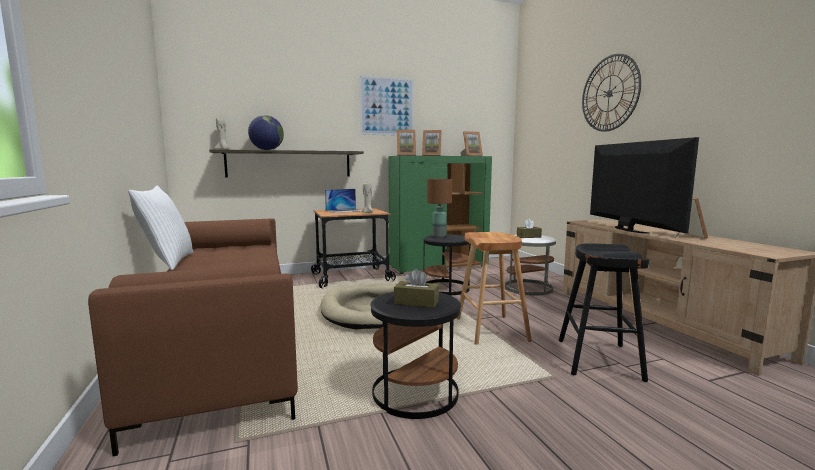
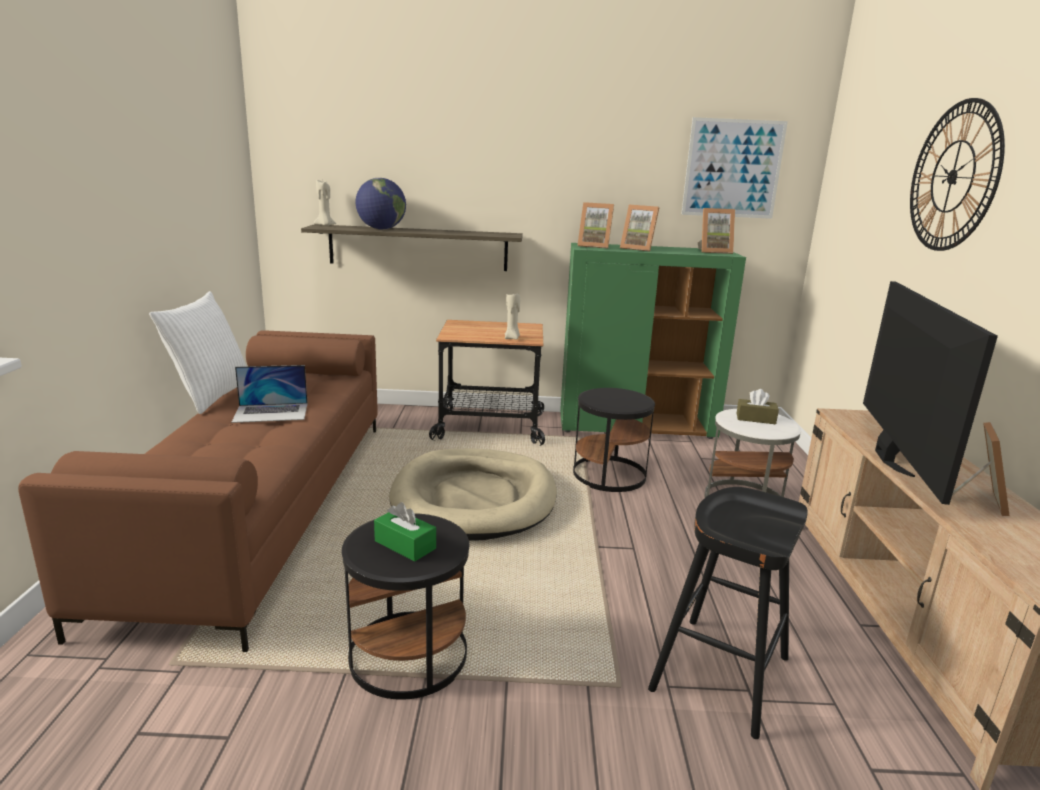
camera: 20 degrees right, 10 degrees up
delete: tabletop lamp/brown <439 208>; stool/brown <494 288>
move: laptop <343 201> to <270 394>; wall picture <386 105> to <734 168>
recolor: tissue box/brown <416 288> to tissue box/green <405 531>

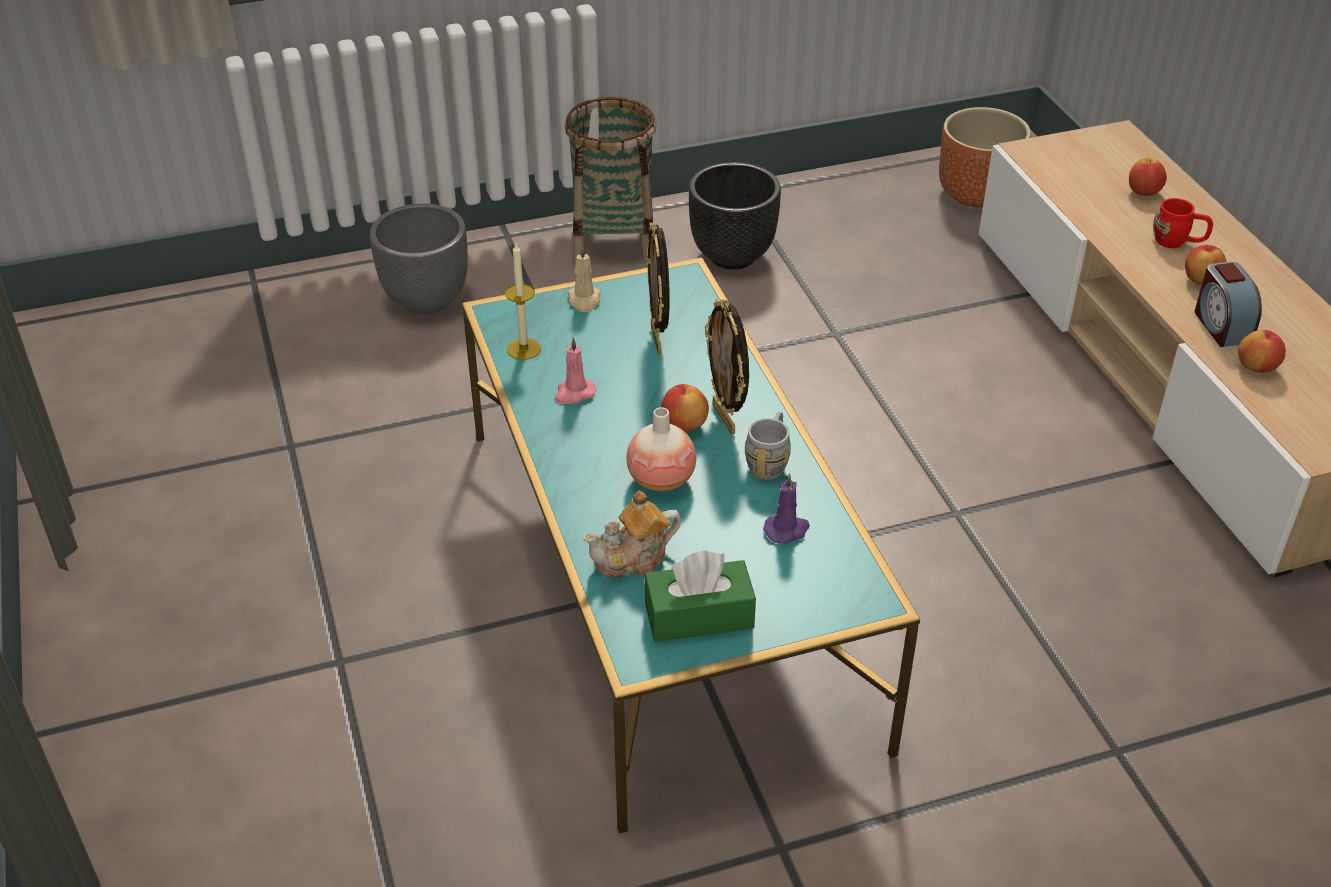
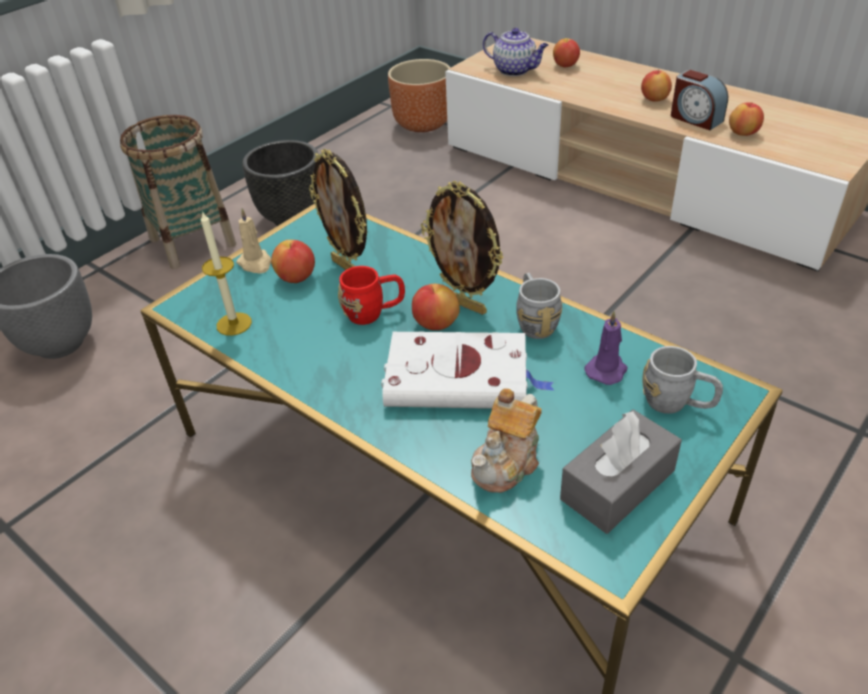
camera: 30 degrees left, 0 degrees up
delete: candle/pinkish <575 370>
insert: apple <293 261>; pot for tea <516 52>; mug/grey <683 380>
move: mug/red-coloured <1183 223> to <371 295>
replace: decorative vase <661 449> to bound book/white <467 370>
recolor: tissue box/green <700 596> to tissue box/grey <621 472>

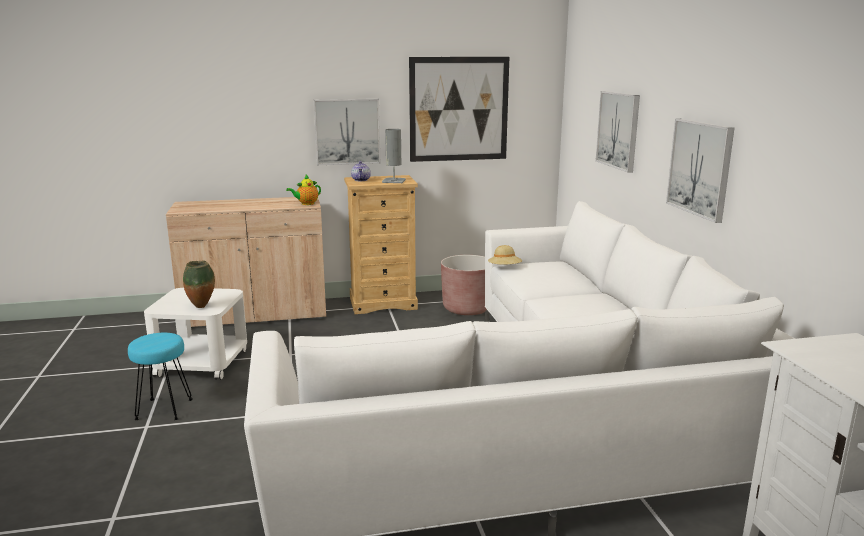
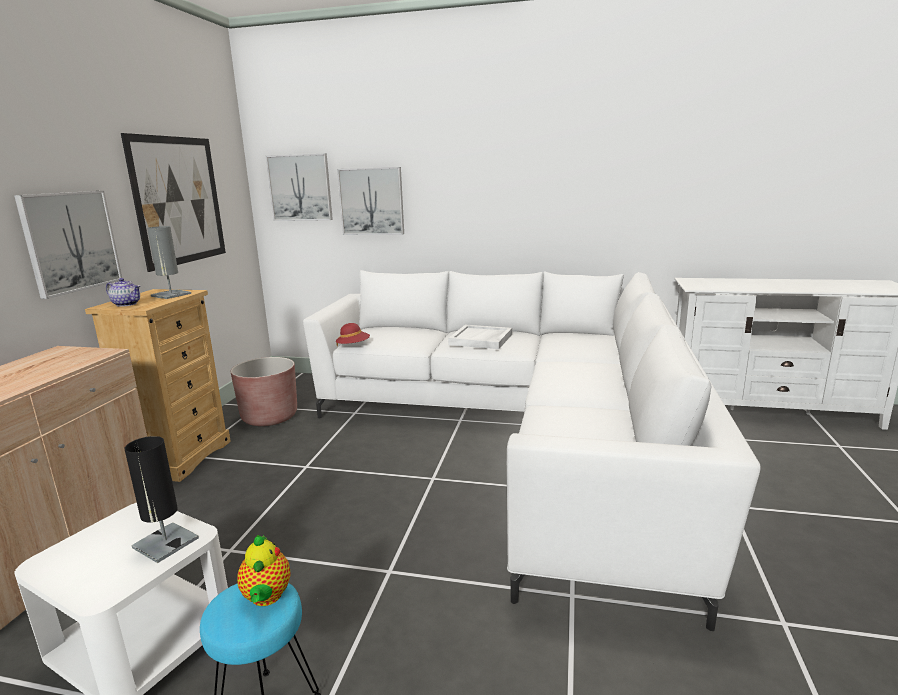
camera: 65 degrees left, 0 degrees up
insert: carrying tray/white <480 337>
move: pot for tea <303 190> to <263 570>; wall picture <700 171> to <299 187>
replace: decorative vase <199 284> to tabletop lamp/black <161 499>
recolor: clothing hat/beige <505 255> to clothing hat/red-coloured <353 334>

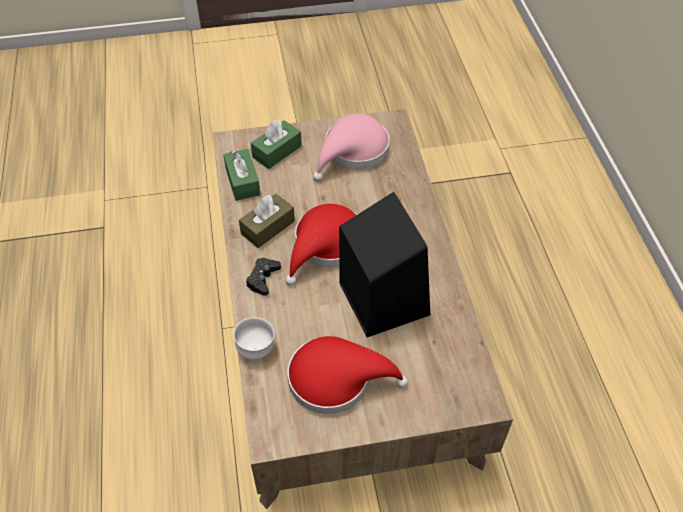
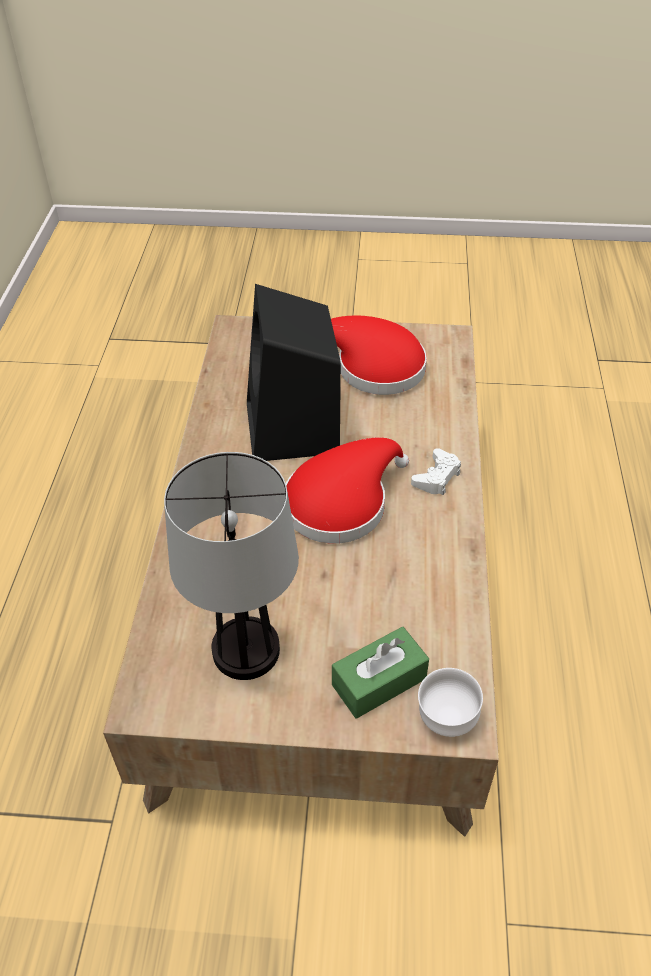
camera: 165 degrees left, 5 degrees down
delete: tissue box/green <241 175>; tissue box/brown <267 221>
move: bowl/white <254 338> to <450 702>
replace: clothing hat/pinkish <351 147> to tabletop lamp <231 566>
recolor: joypad/black <263 277> to joypad/white <436 471>

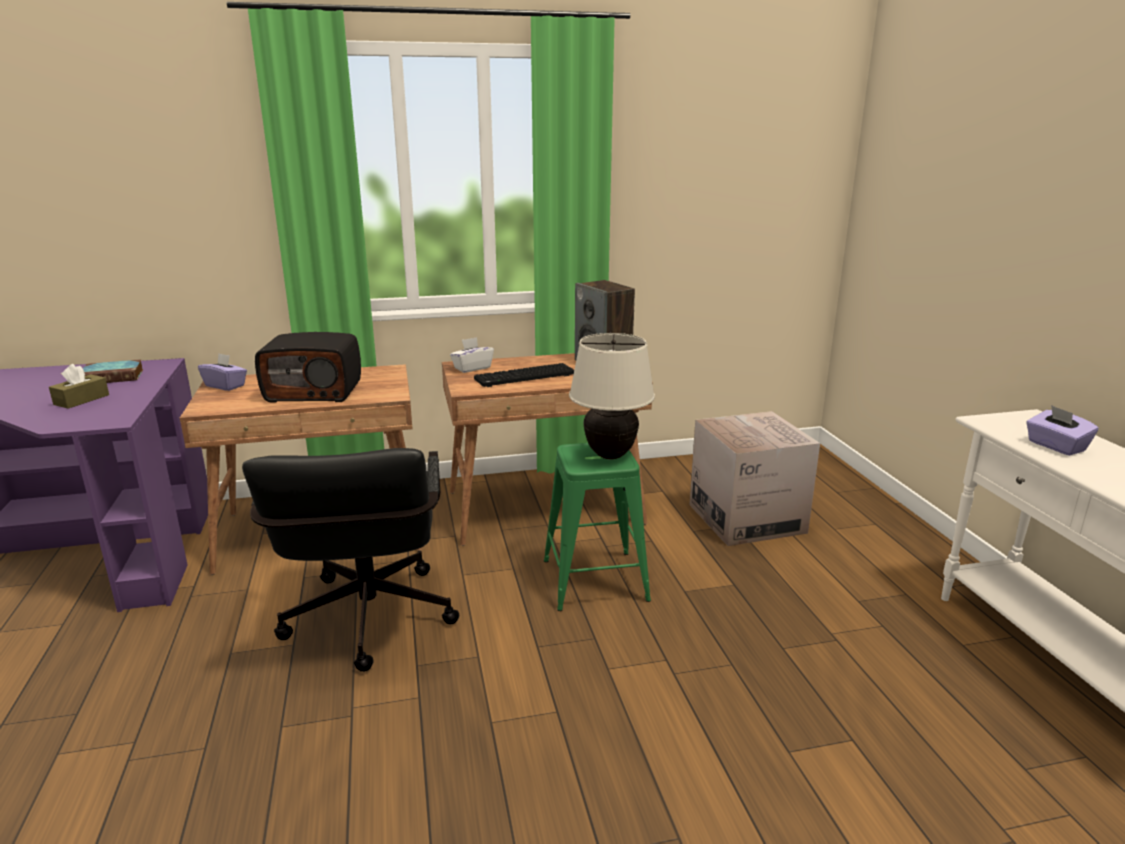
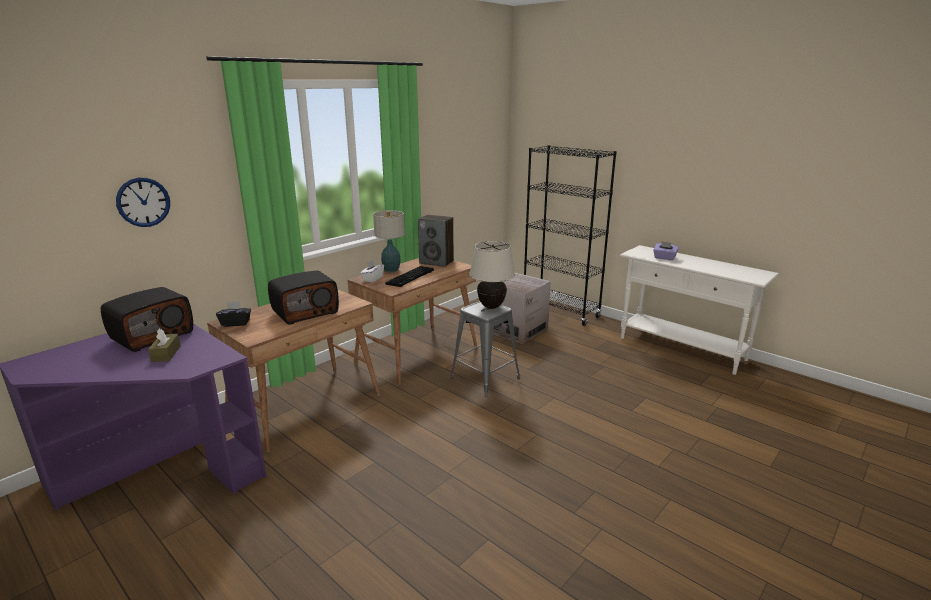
camera: 35 degrees left, 0 degrees up
delete: computer chair/black <350 560>
insert: clock on the wall <143 202>; tabletop lamp <389 241>; bookshelf/black <570 235>
replace: bound book <113 371> to radio receiver <147 319>
recolor: tissue box/purple <222 372> to tissue box/black <233 314>; stool/green <597 527> to stool/grey <485 348>

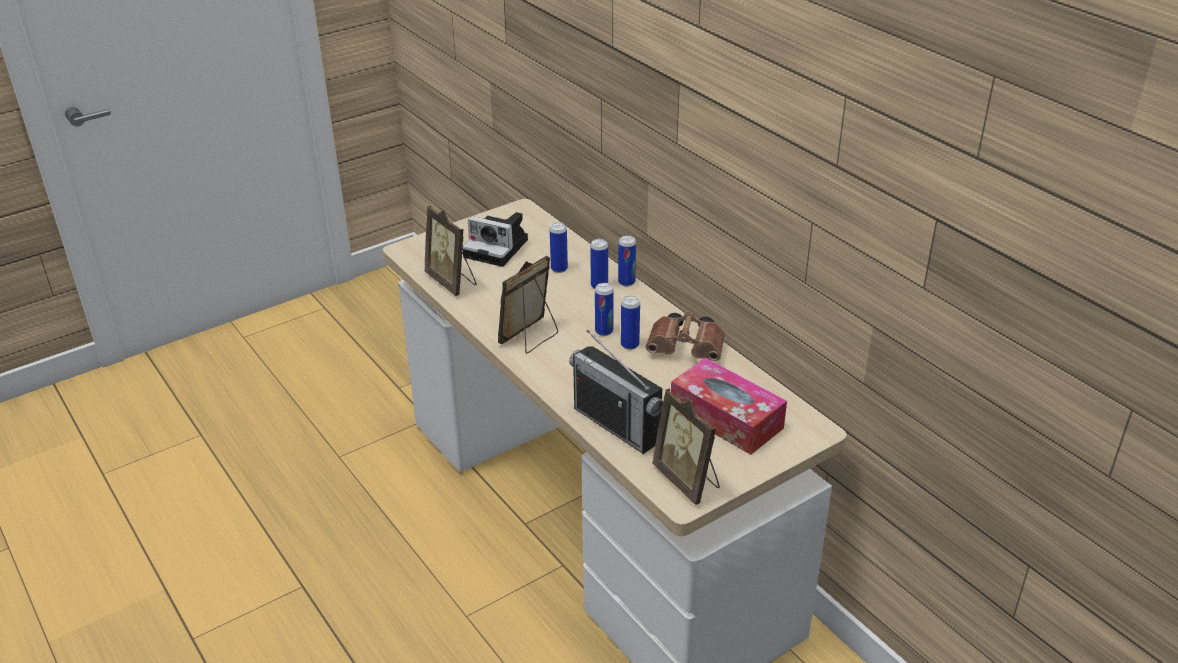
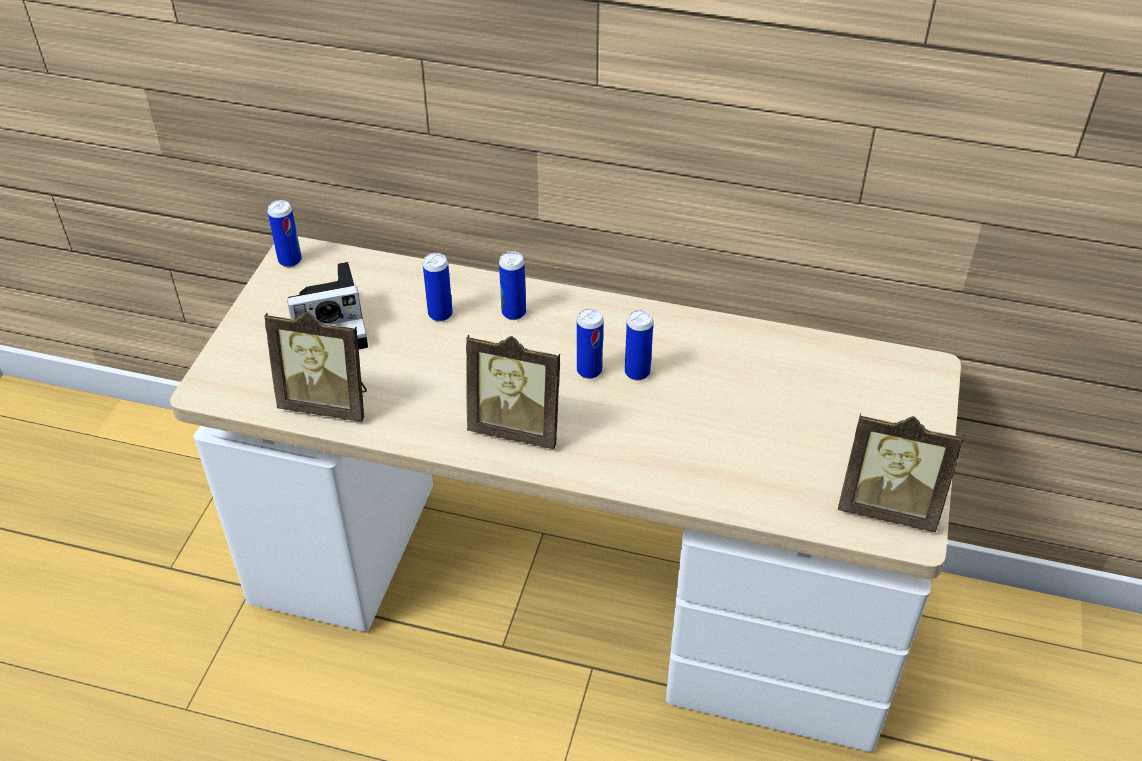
camera: 40 degrees left, 10 degrees up
delete: radio receiver <616 392>; field glasses/brown <685 336>; tissue box <729 406>
move: metal can <627 260> to <284 233>
rotate: picture frame <528 304> = <513 391> 75 degrees counterclockwise

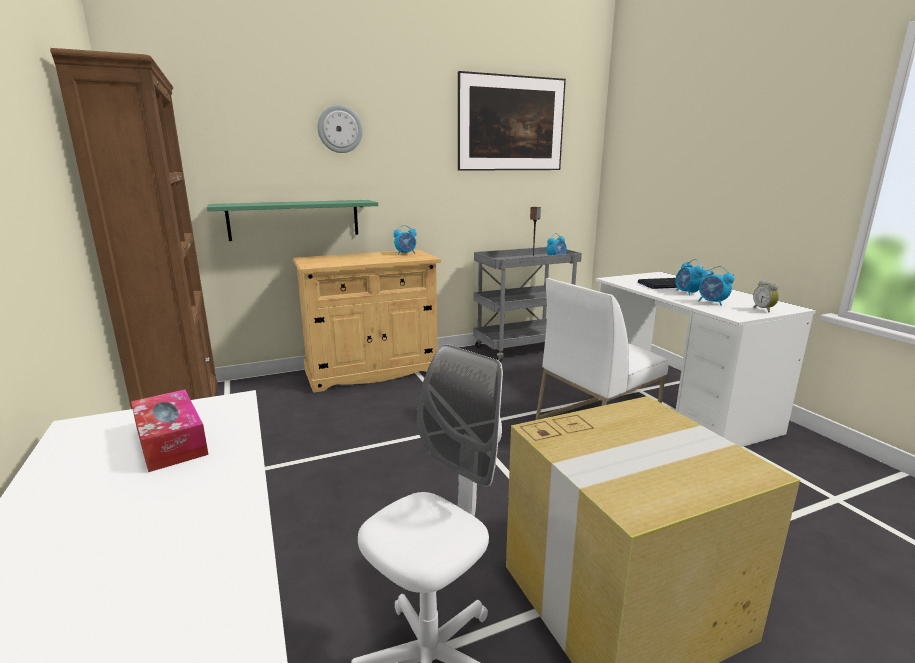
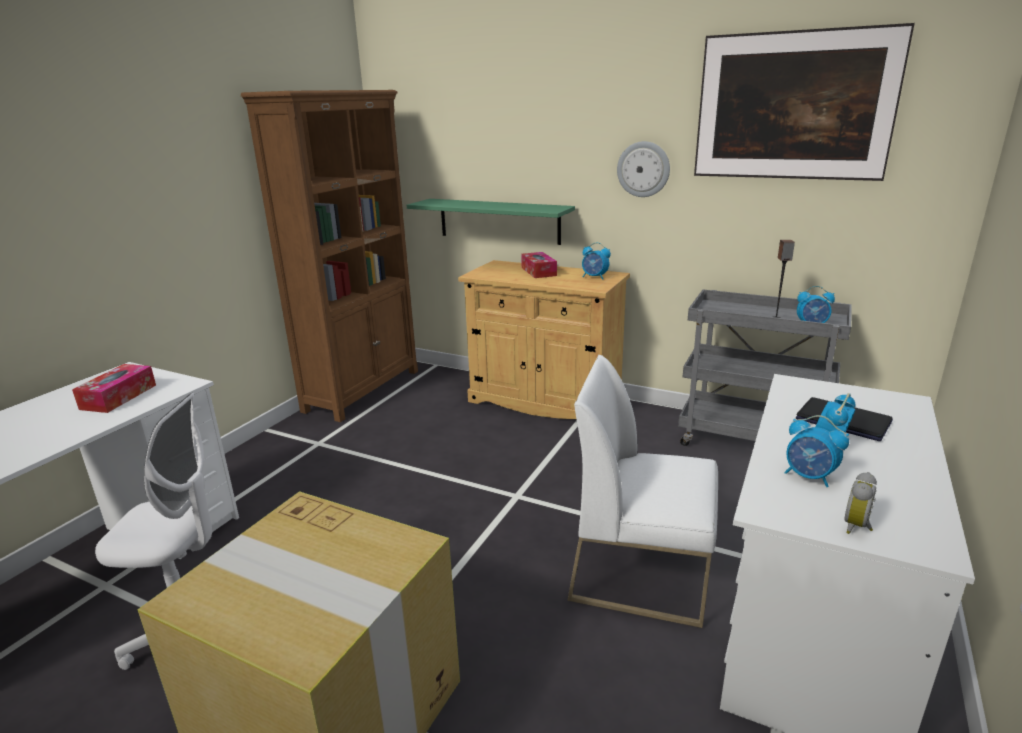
camera: 50 degrees right, 5 degrees up
insert: tissue box <539 265>
move: clock on the wall <340 129> to <643 169>
rotate: bedside clock <716 286> = <816 451> 60 degrees counterclockwise

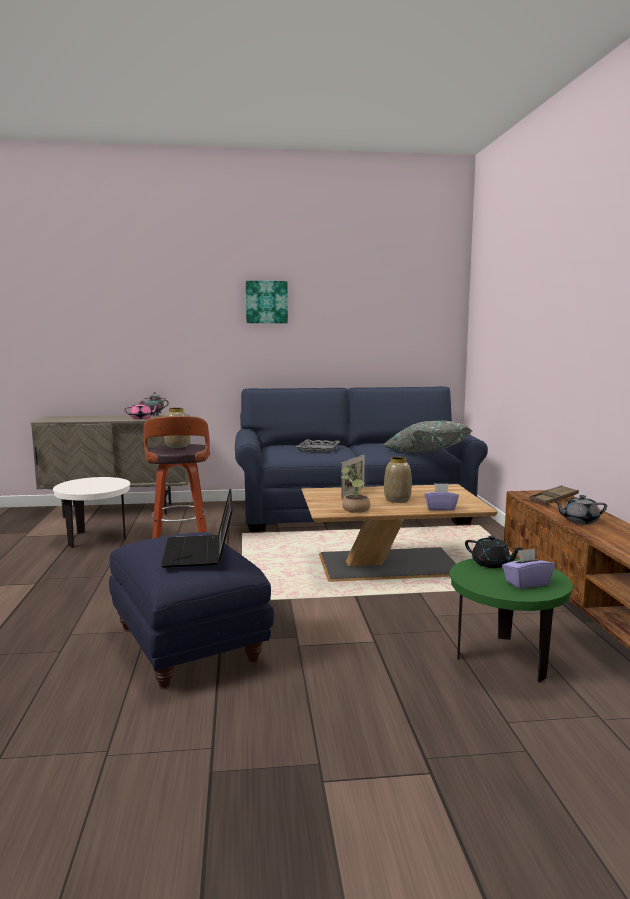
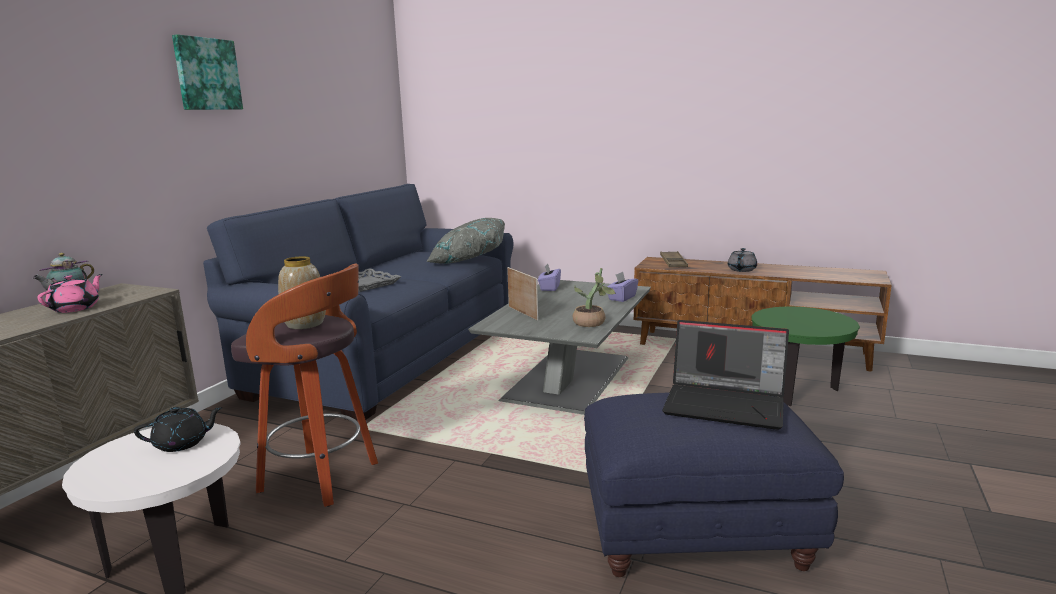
camera: 60 degrees left, 5 degrees up
delete: decorative vase <398 480>
move: pot for tea/black <494 552> to <178 429>; tissue box/purple <528 568> to <549 277>
recolor: coffee table/brown <399 533> to coffee table/grey <559 347>

